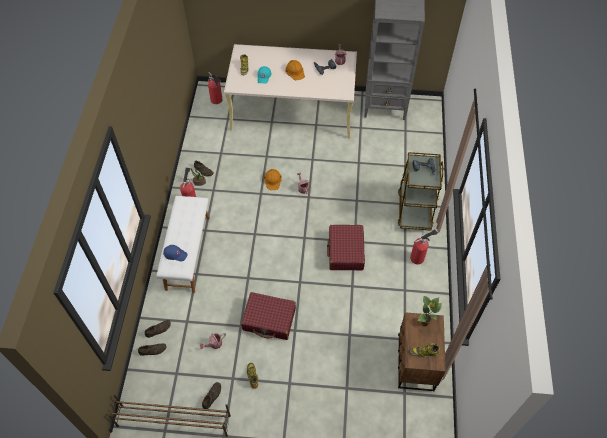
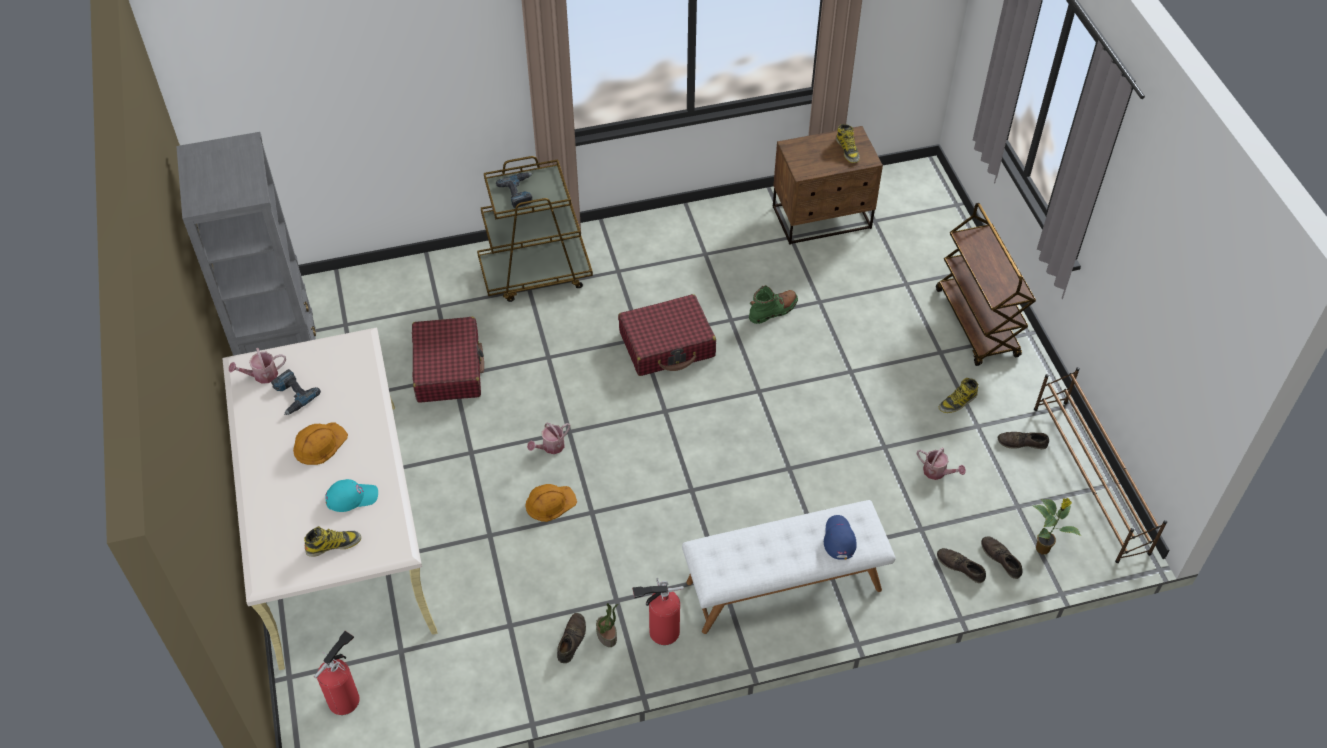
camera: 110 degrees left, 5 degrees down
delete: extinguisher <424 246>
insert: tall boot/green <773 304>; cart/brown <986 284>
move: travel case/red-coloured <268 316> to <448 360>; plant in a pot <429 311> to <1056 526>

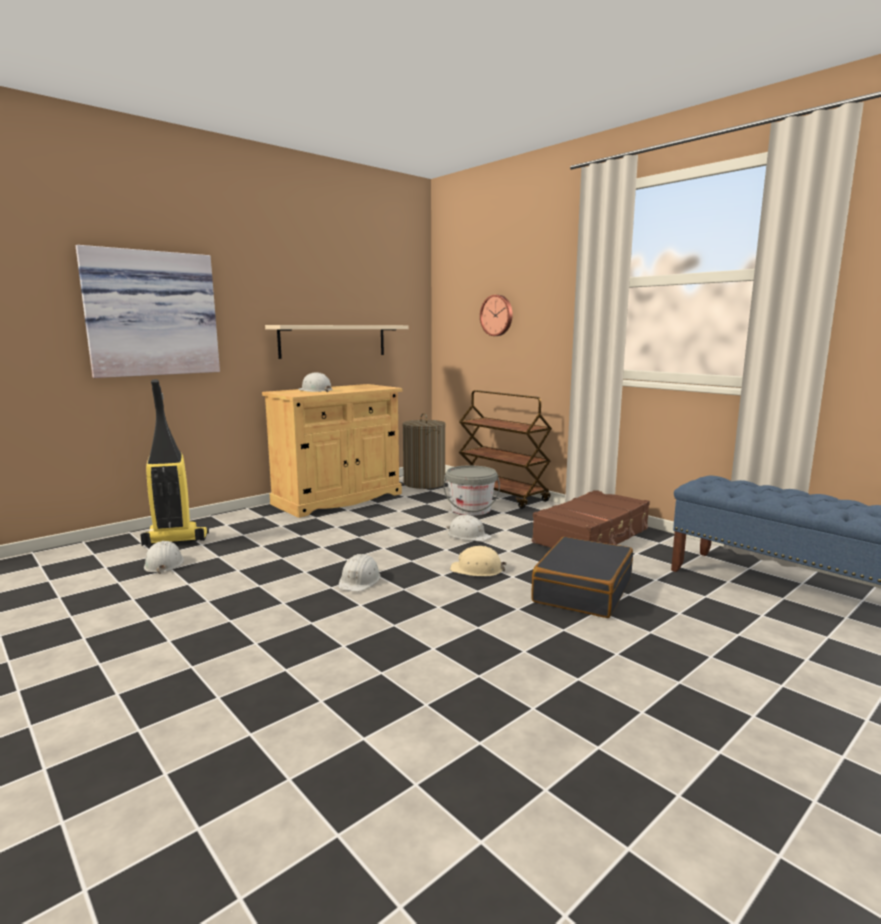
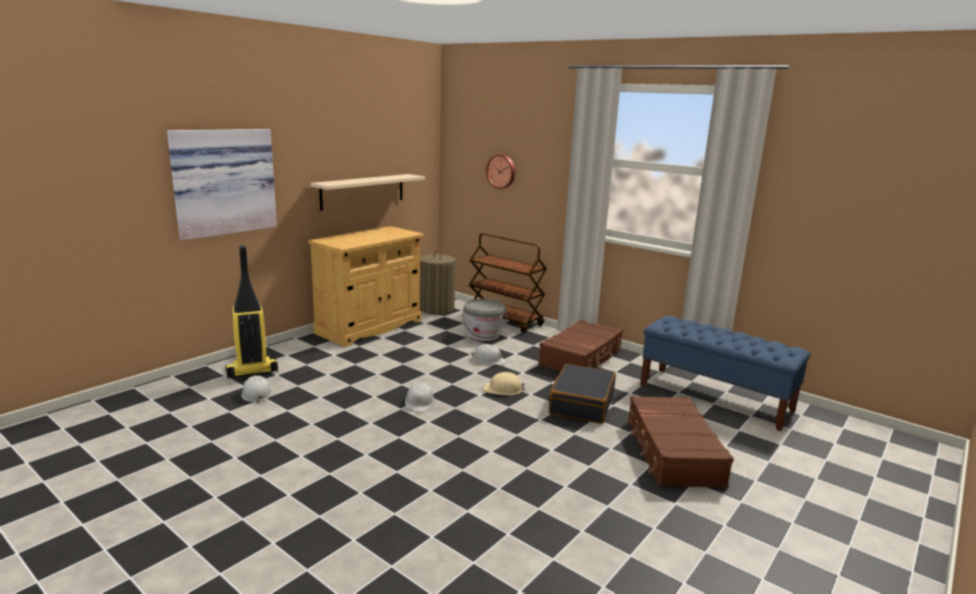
camera: 10 degrees left, 5 degrees up
delete: safety helmet/white <315 382>
insert: travel case/brown <680 442>

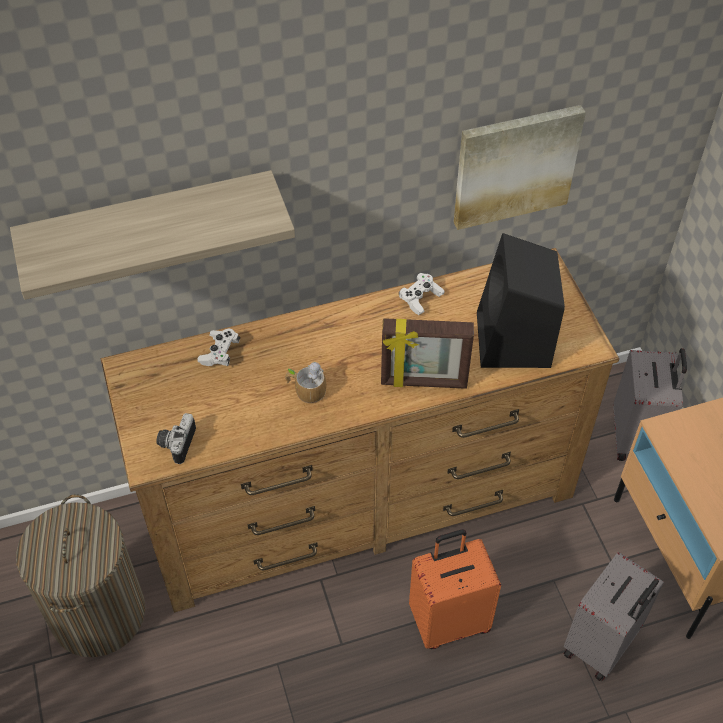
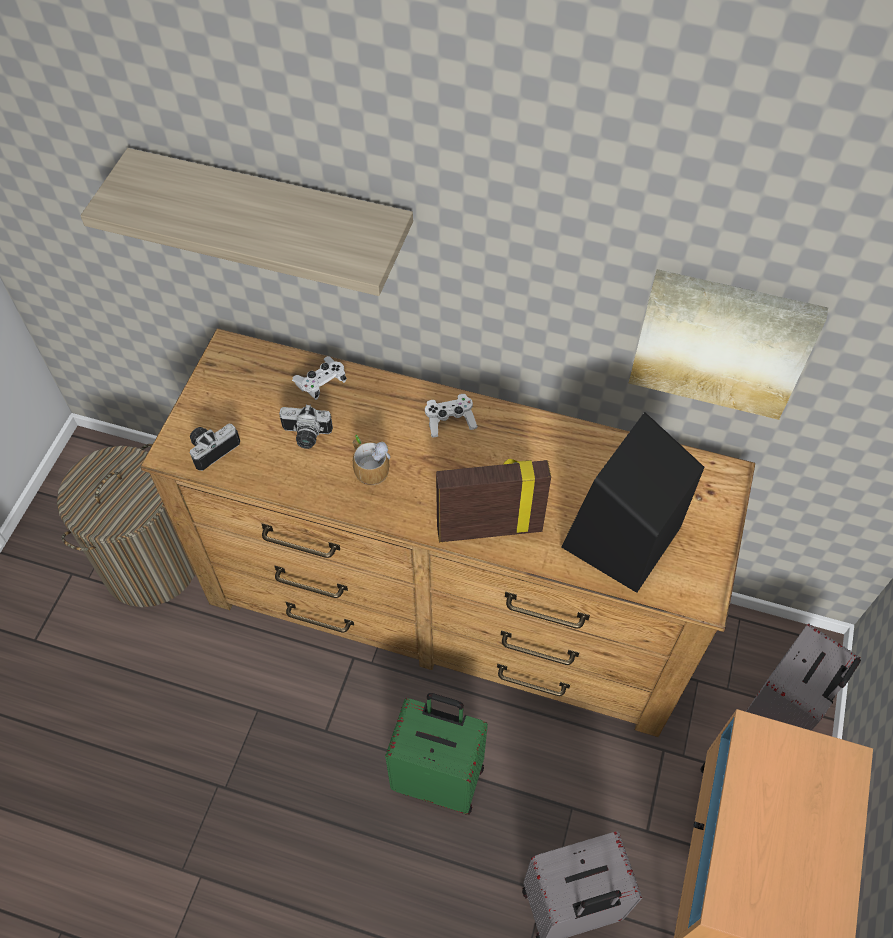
camera: 35 degrees right, 5 degrees up
insert: photo camera <306 426>
move: joypad/white <421 294> to <451 416>
recolor: travel case/orangey <455 589> to travel case/green <436 754>
rotate: picture frame <427 353> = <493 500> 135 degrees clockwise

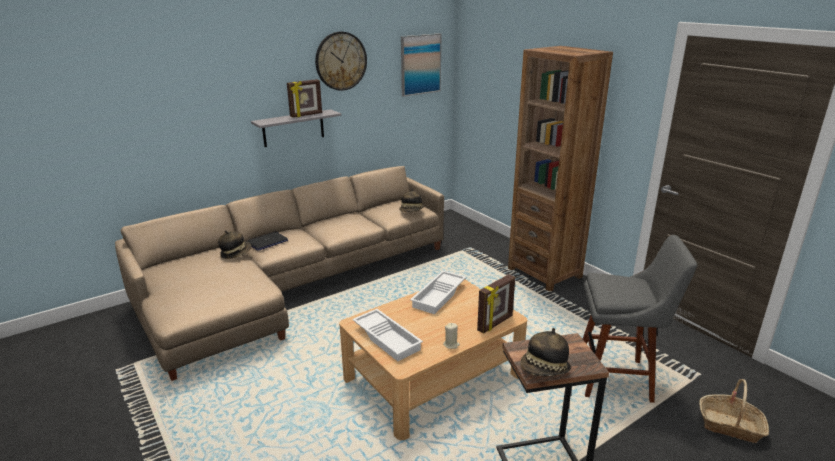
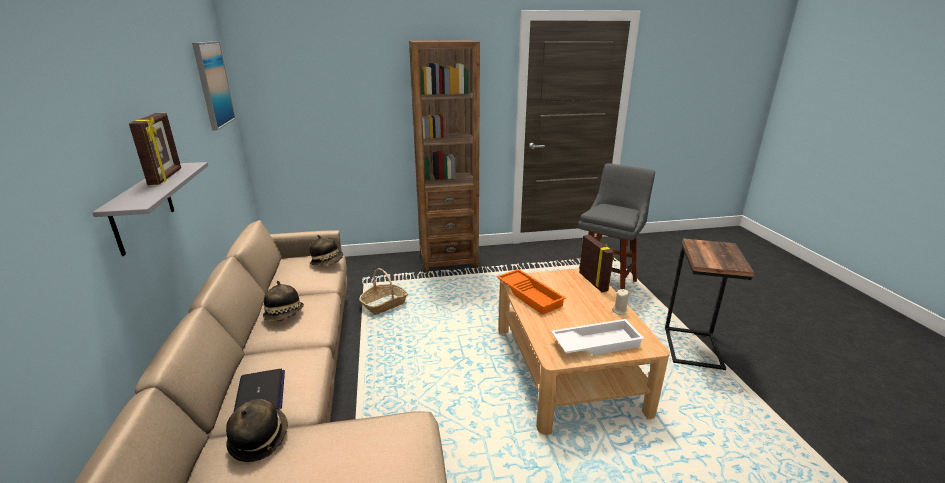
camera: 65 degrees left, 0 degrees up
delete: clock on the wall <341 61>
move: clothing hat <545 352> to <283 301>; basket <734 411> to <383 291>
recolor: carrying tray/white <438 292> to carrying tray/orangey <531 292>

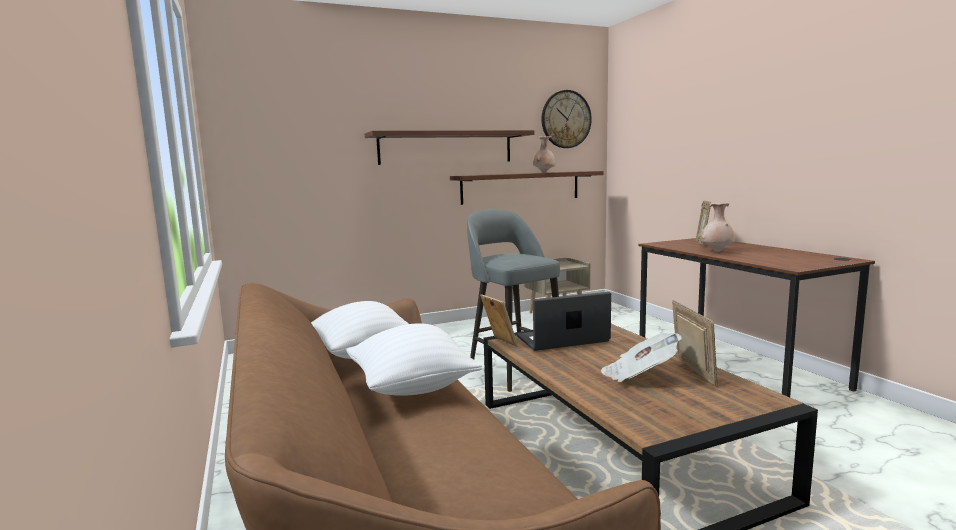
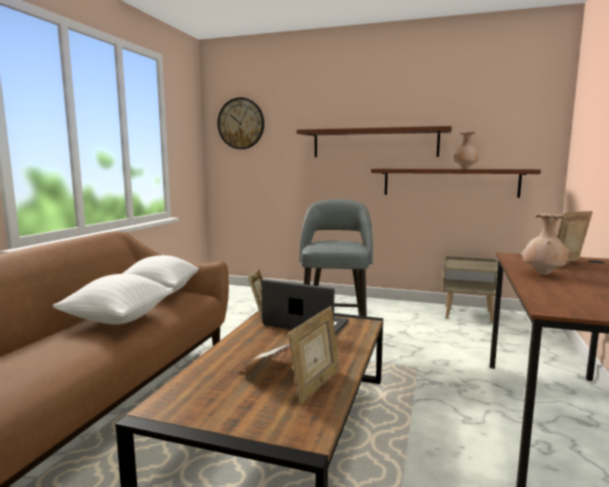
camera: 40 degrees right, 0 degrees up
move: clock on the wall <567 119> to <240 123>

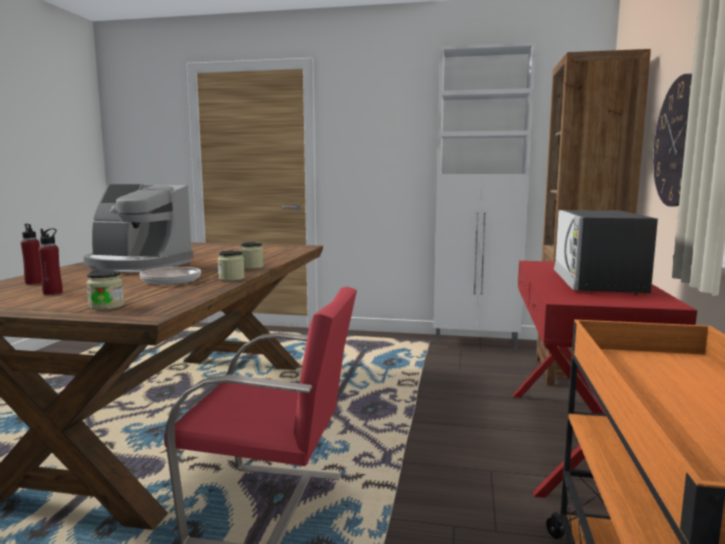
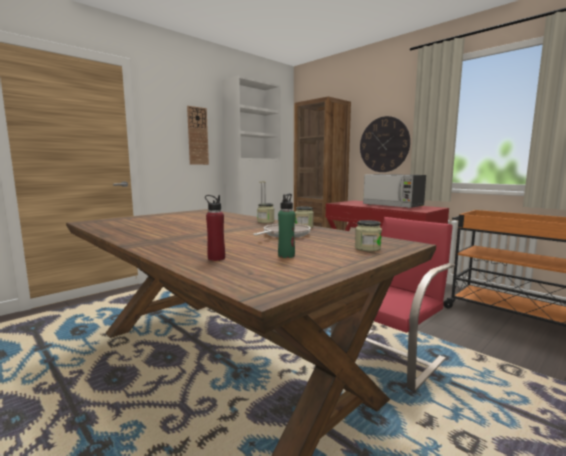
camera: 55 degrees left, 0 degrees up
delete: coffee brewer <139 228>
insert: clock on the wall <198 135>
recolor: bottle/red-coloured <50 261> to bottle/green <286 226>

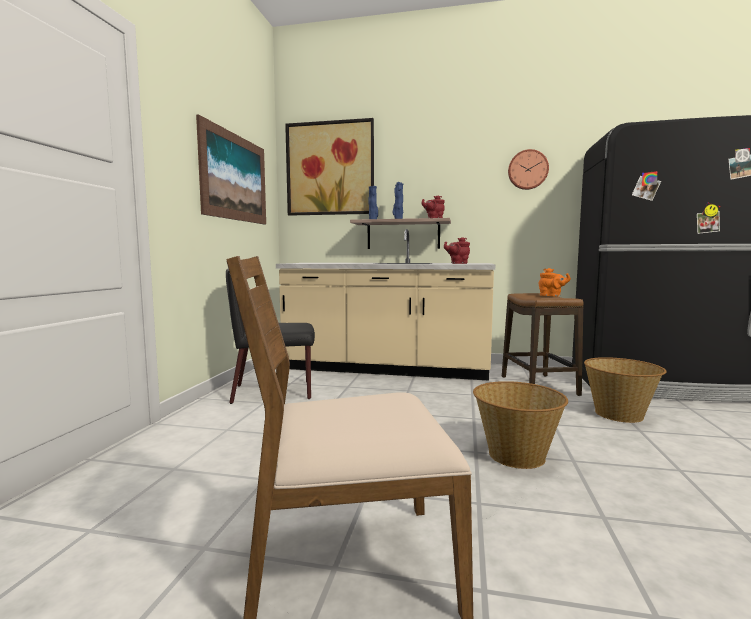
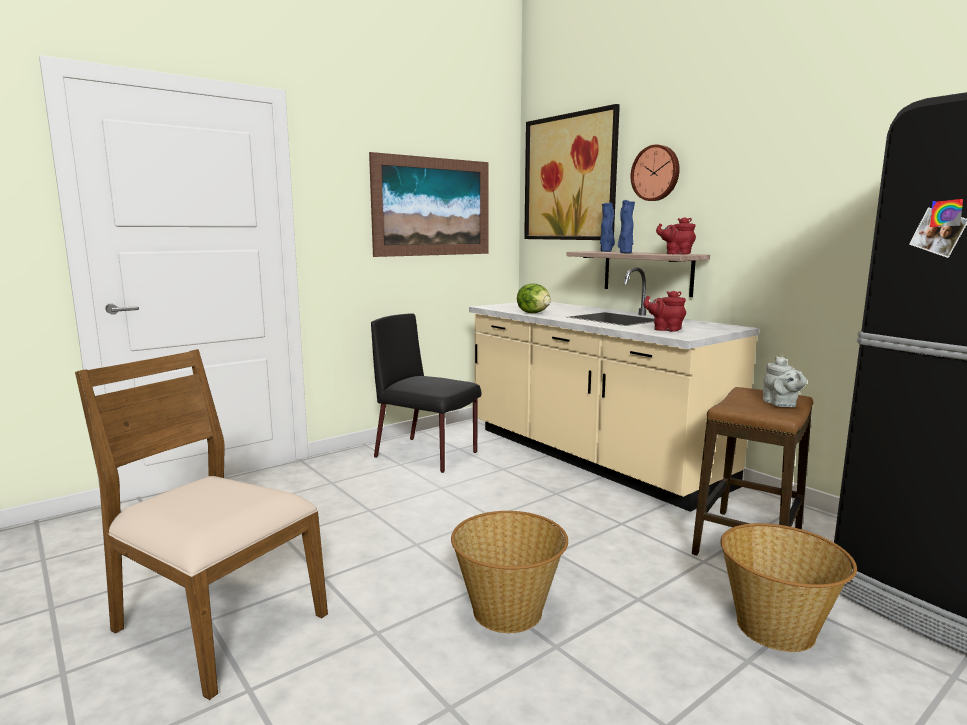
camera: 40 degrees right, 5 degrees up
insert: lettuce <534 298>
move: clock on the wall <528 169> to <655 172>
recolor: pot for tea/orangey <555 282> to pot for tea/grey <785 381>

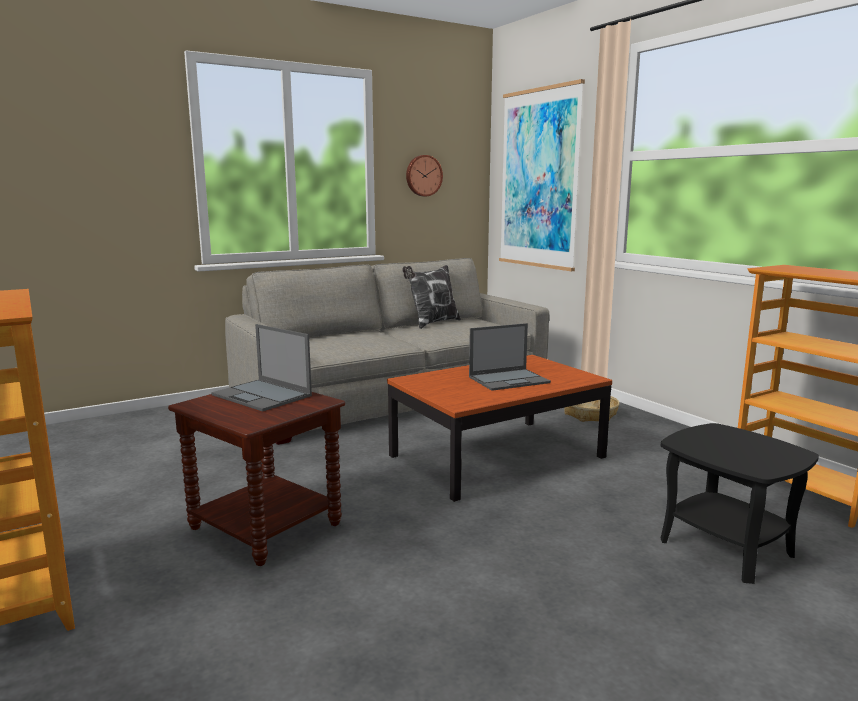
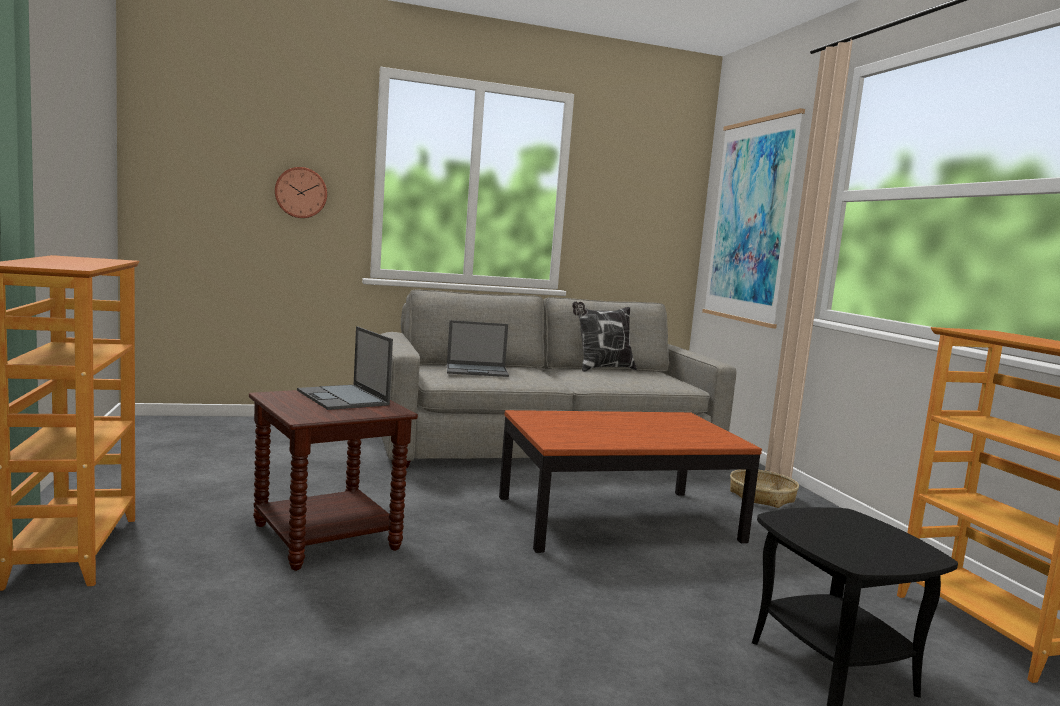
camera: 15 degrees right, 5 degrees down
move: clock on the wall <424 175> to <301 192>; laptop <510 357> to <478 348>

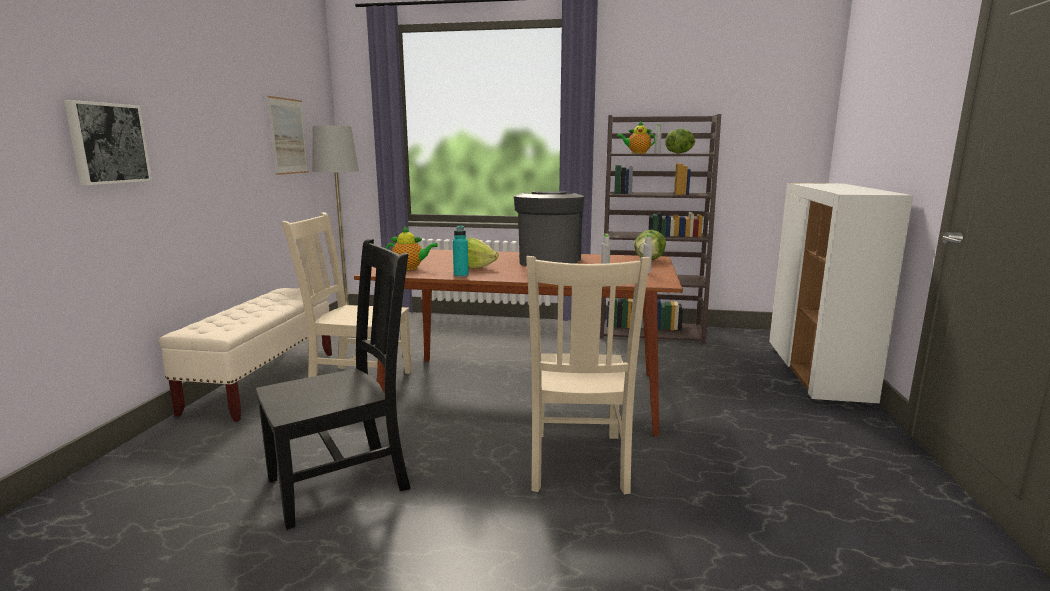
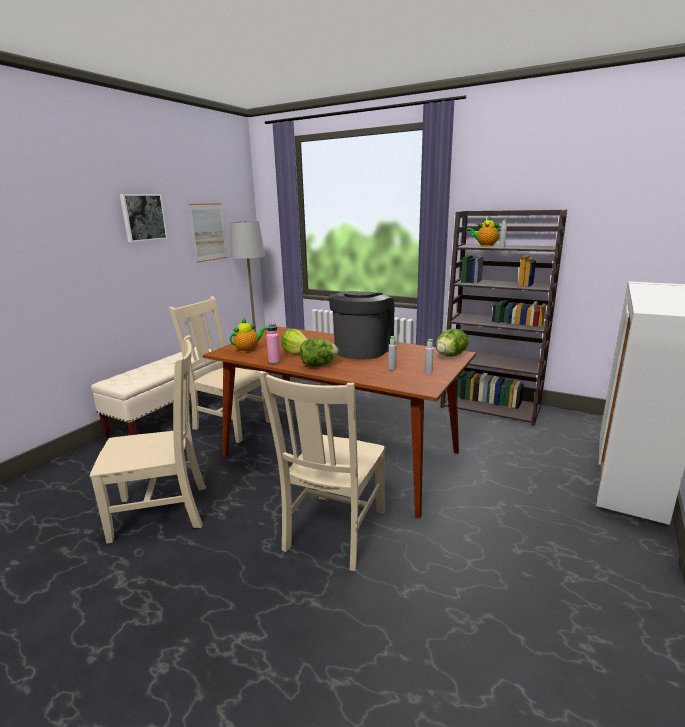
camera: 20 degrees right, 5 degrees up
move: wall picture <108 142> to <144 218>; lettuce <680 141> to <319 352>
recolor: plain chair/black <333 384> to plain chair/beige <148 439>; bottle/turquoise <461 251> to bottle/pinkish <273 343>
rotate: pot for tea <412 248> = <248 335> 60 degrees counterclockwise

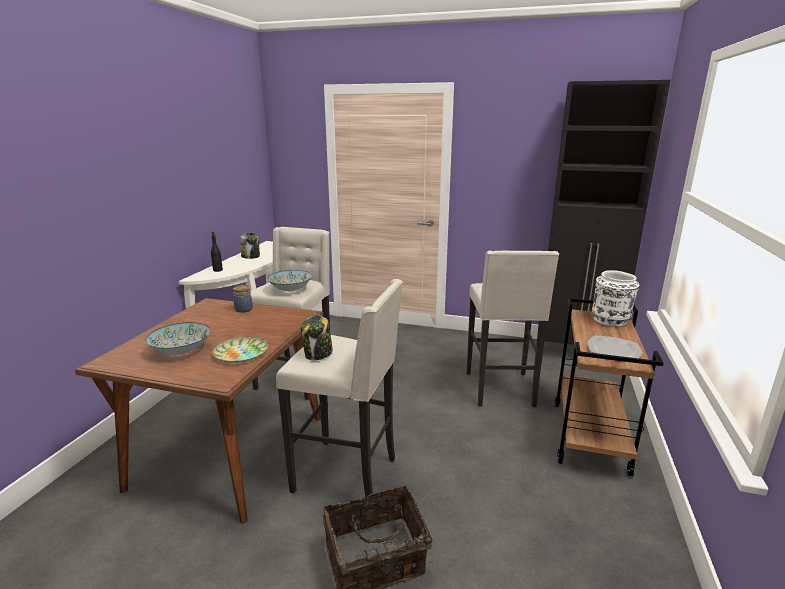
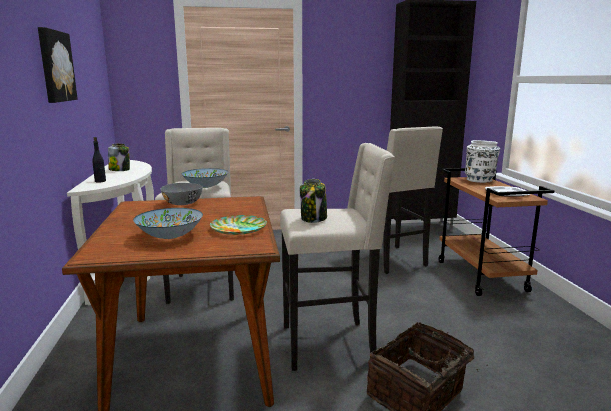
camera: 25 degrees left, 5 degrees down
insert: wall picture <58 65>
replace: storage jar <243 299> to bowl/grey <182 194>

